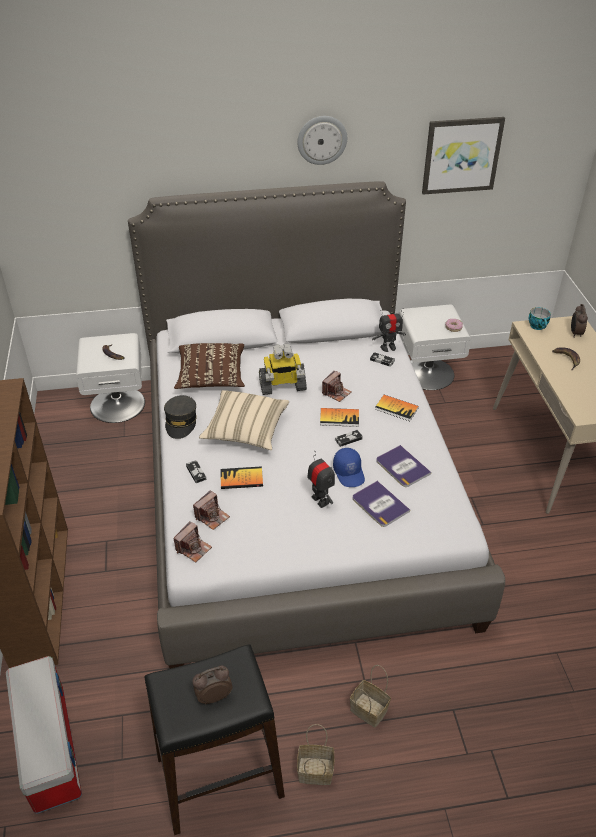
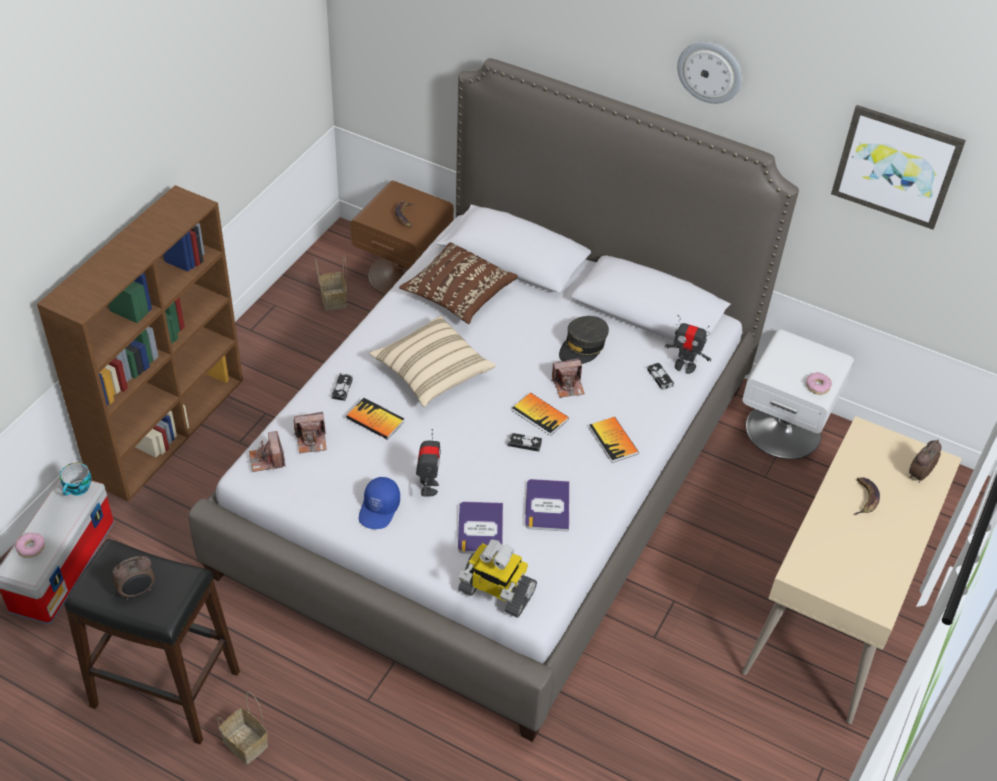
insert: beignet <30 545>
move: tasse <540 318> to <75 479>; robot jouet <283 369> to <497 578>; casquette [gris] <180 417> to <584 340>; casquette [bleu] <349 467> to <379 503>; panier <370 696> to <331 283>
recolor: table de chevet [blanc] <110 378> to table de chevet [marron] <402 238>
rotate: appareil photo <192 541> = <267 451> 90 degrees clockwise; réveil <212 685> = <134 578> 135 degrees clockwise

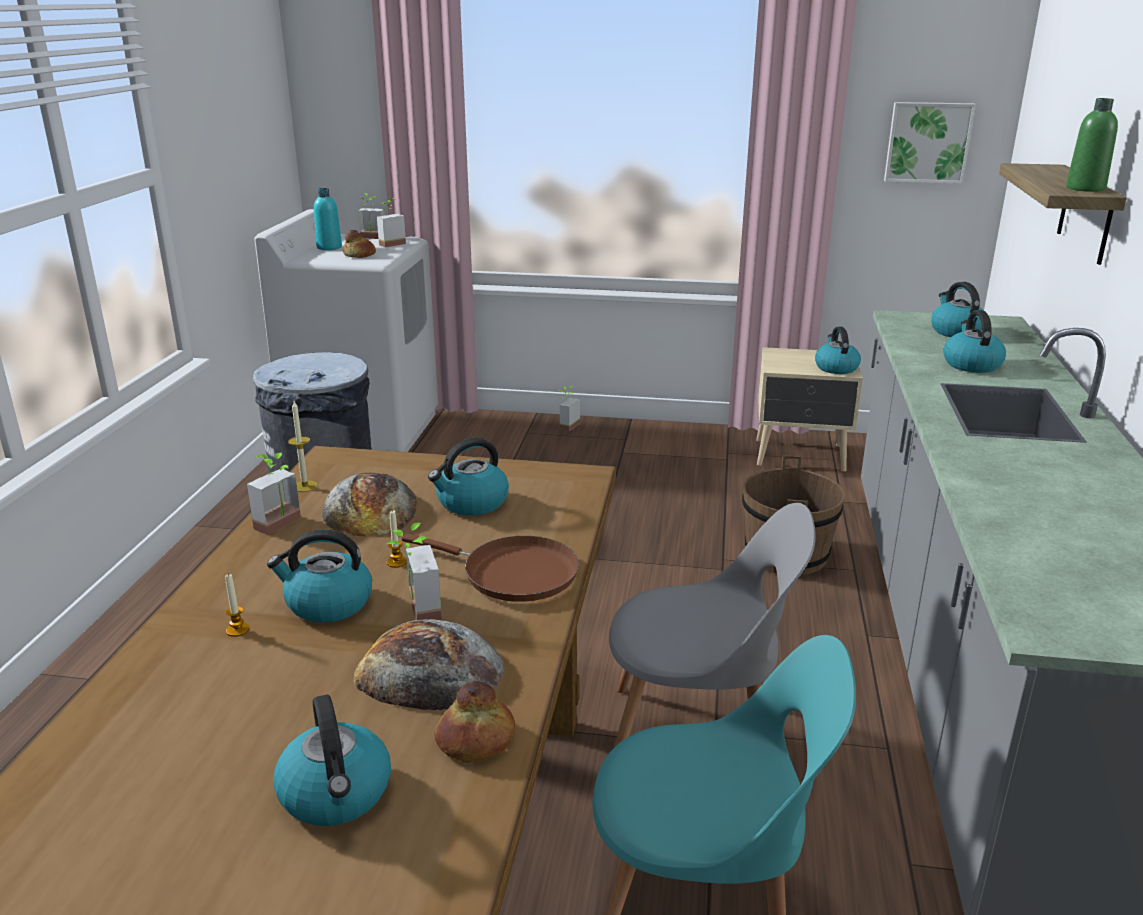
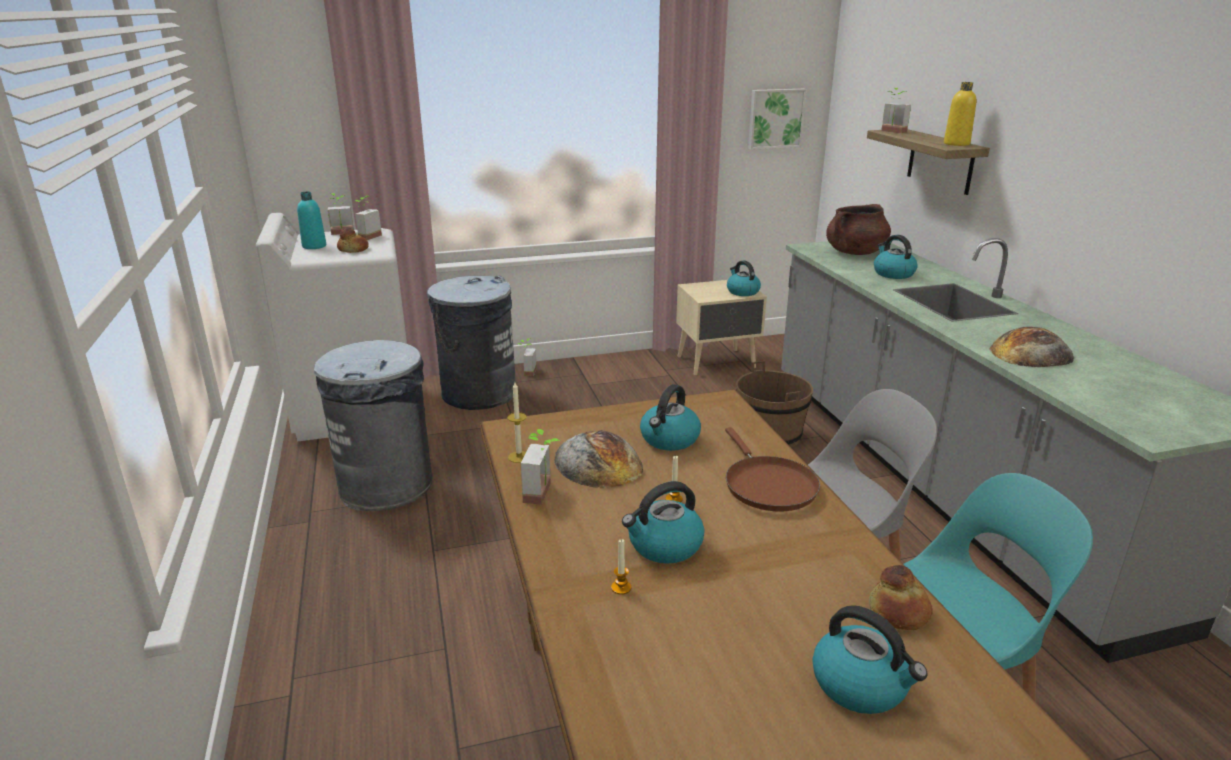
insert: poubelle [gris] <471 343>
move: plante en pot <414 571> to <896 110>; pain <429 664> to <1031 346>
replace: bouilloire <957 309> to marmite [marron] <858 229>
recolor: bouteille [vert] <1092 145> to bouteille [jaune] <960 114>
rotate: poêle [marron] <490 568> = <772 469> 75 degrees clockwise

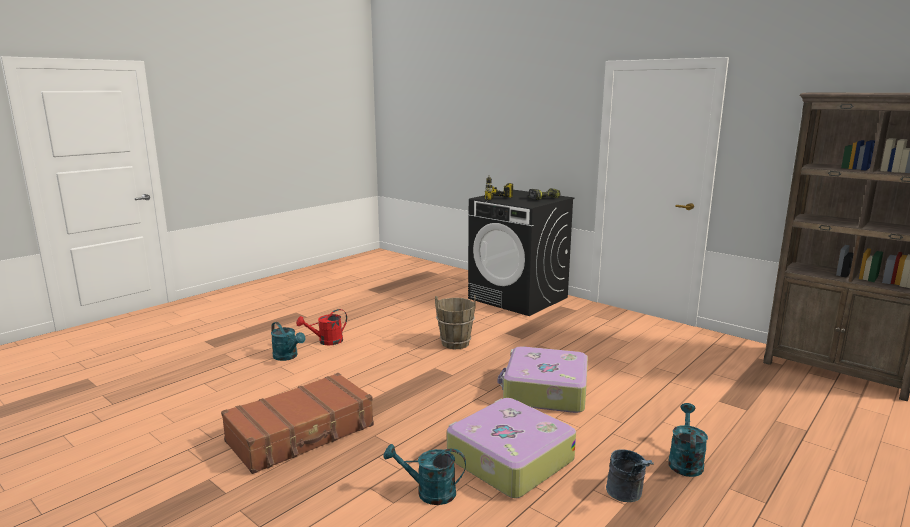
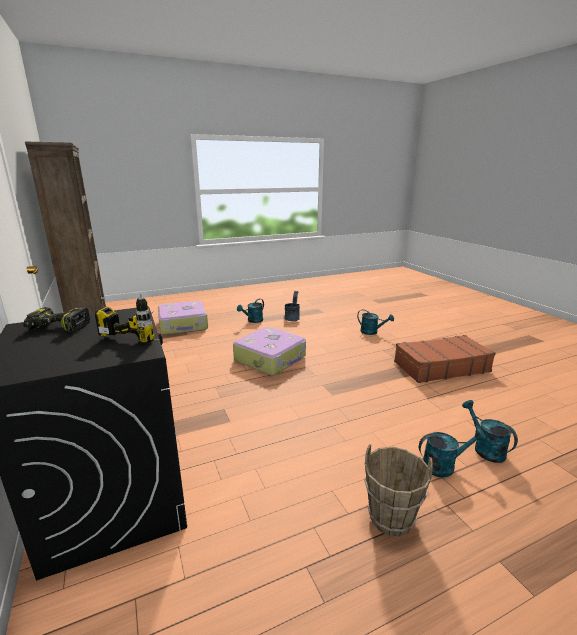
move: seau [marron] <455 322> to <398 490>; valise <511 448> to <183 318>
recolor: arrosoir [rouge] <321 327> to arrosoir [turquoise] <452 452>

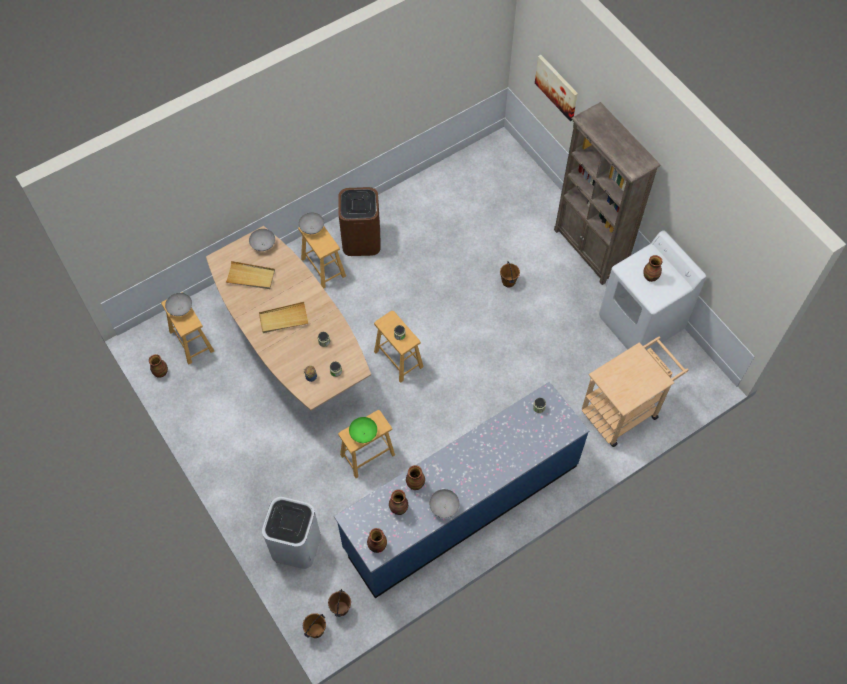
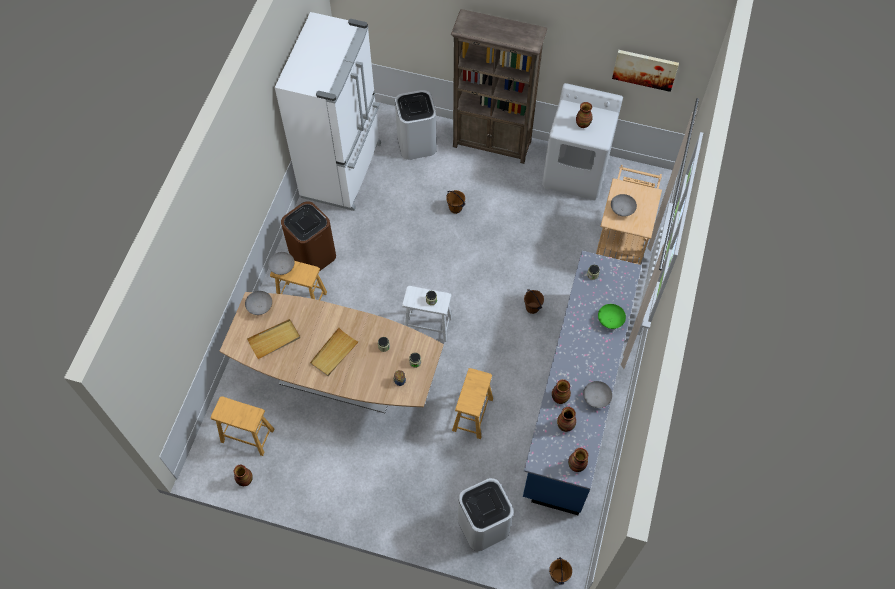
insert: réfrigérateur [blanc] <328 111>; poubelle [blanc] <416 125>
move: tableau <556 88> to <645 71>; bol [gris] <178 304> to <624 205>; bol [vert] <363 430> to <612 316>; seau [marron] <339 603> to <534 301>
recolor: tabouret [marron] <399 347> to tabouret [blanc] <427 314>

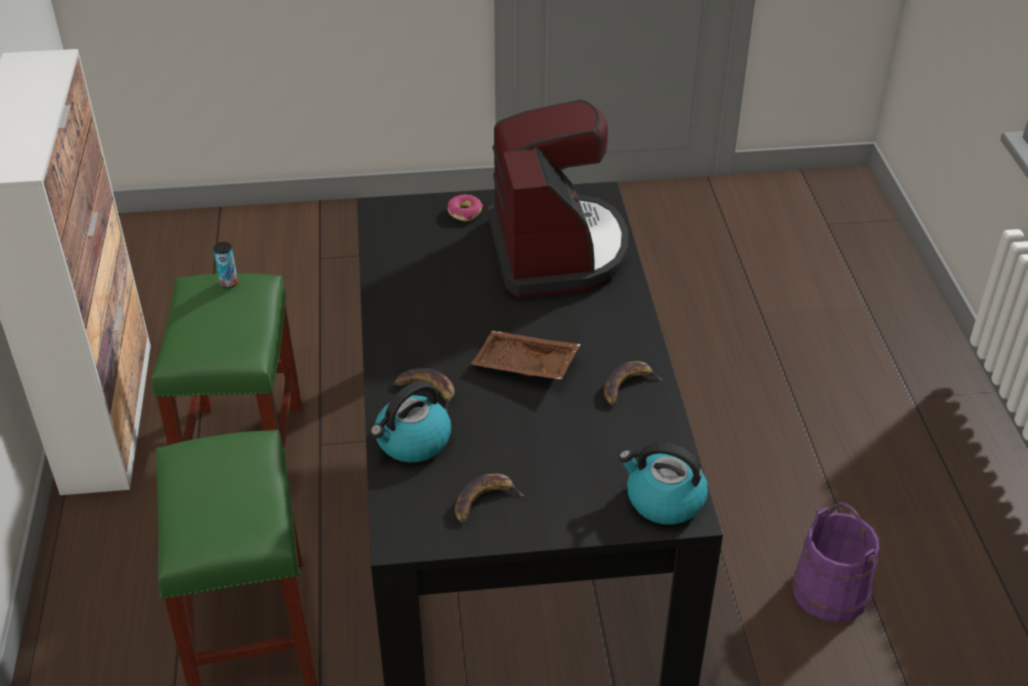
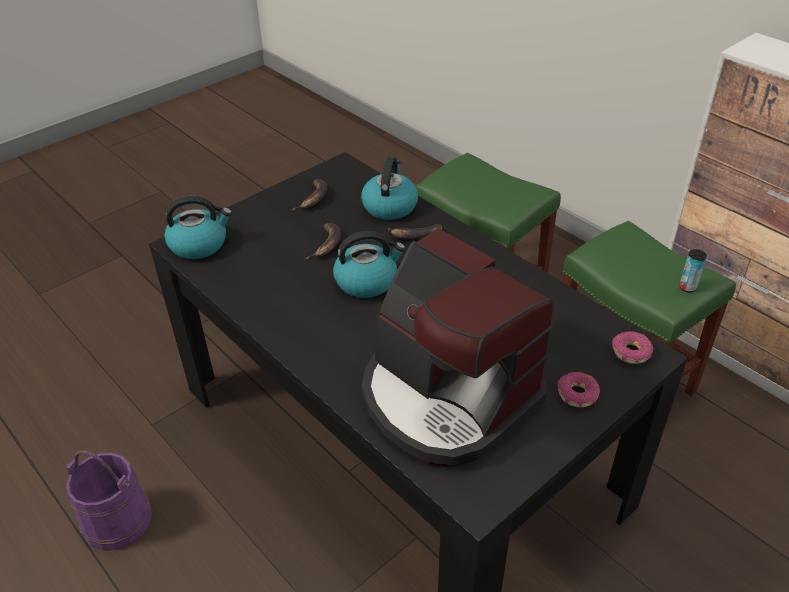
insert: beignet <632 347>
move: banane <634 383> to <323 241>
replace: plateau [marron] <526 355> to bouilloire <369 264>

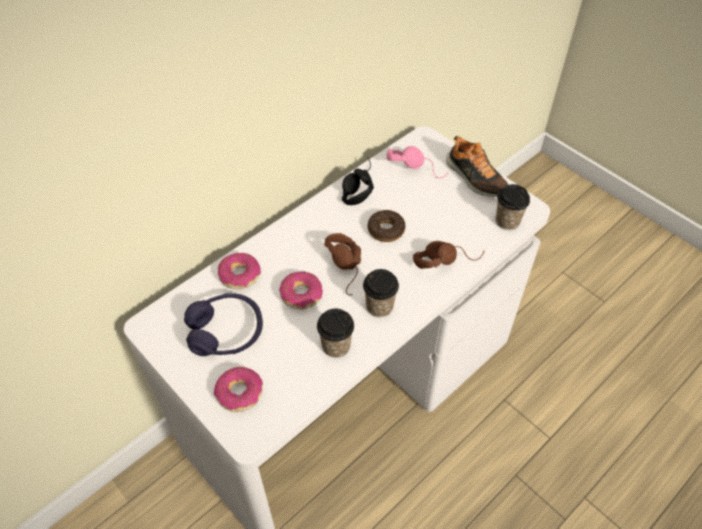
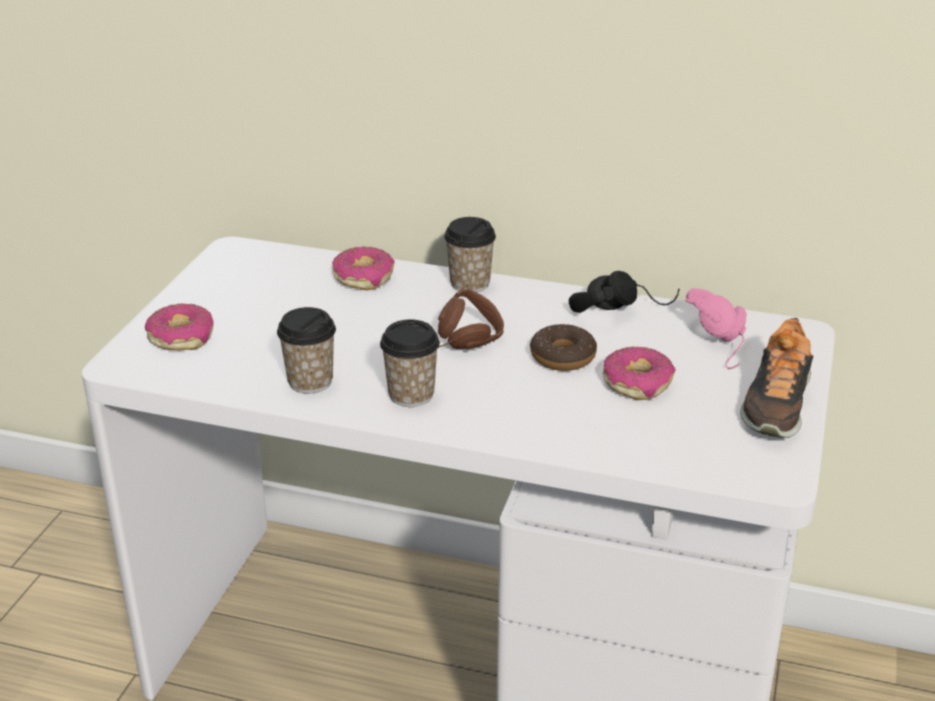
delete: casque audio [marron] <448 255>; casque audio [violet] <223 324>
move: tasse <513 207> to <470 254>; beignet <301 290> to <639 373>

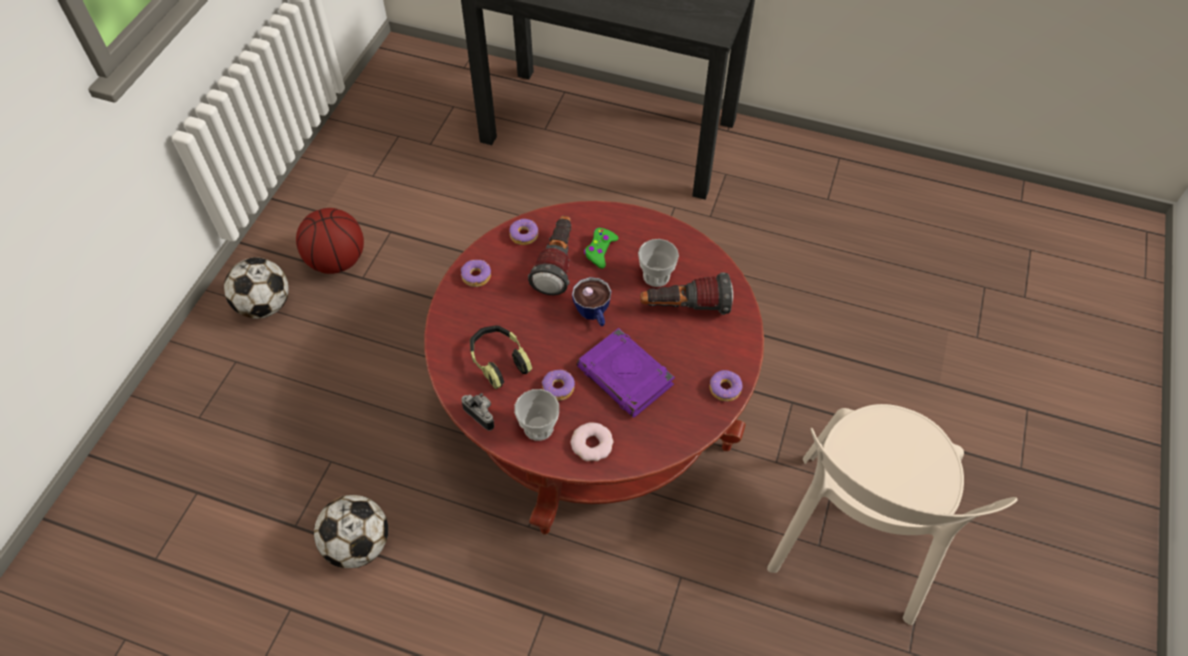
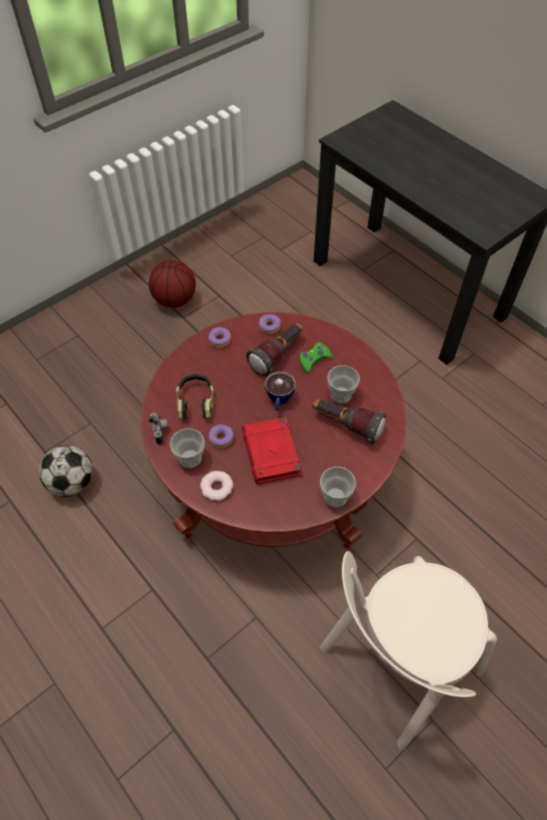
delete: ballon de foot <256 288>
replace: beignet <726 386> to tasse <338 487>
recolor: livre [violet] <625 373> to livre [rouge] <271 450>

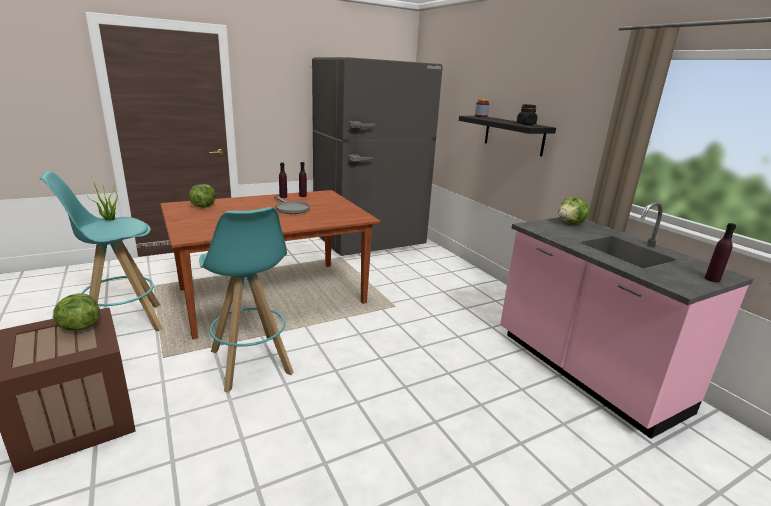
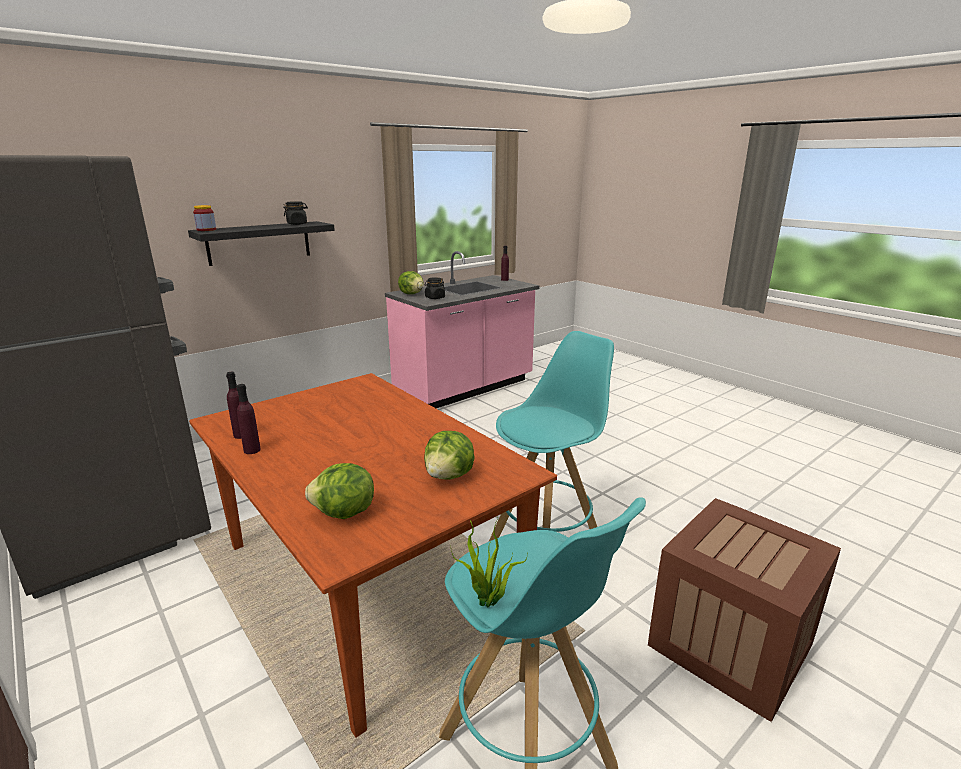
delete: poêle [gris] <292 204>
insert: bocal [noir] <434 288>
move: laitue <76 311> to <449 455>

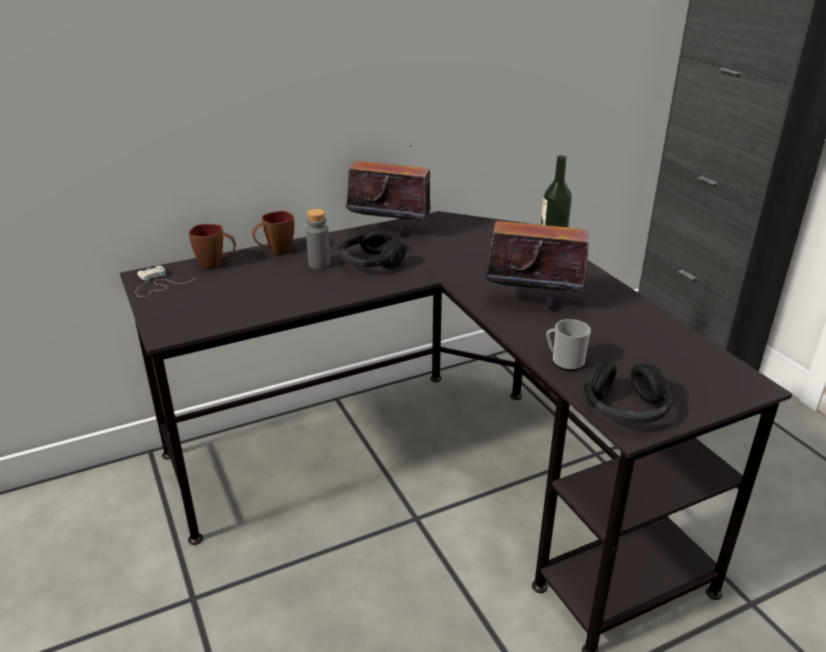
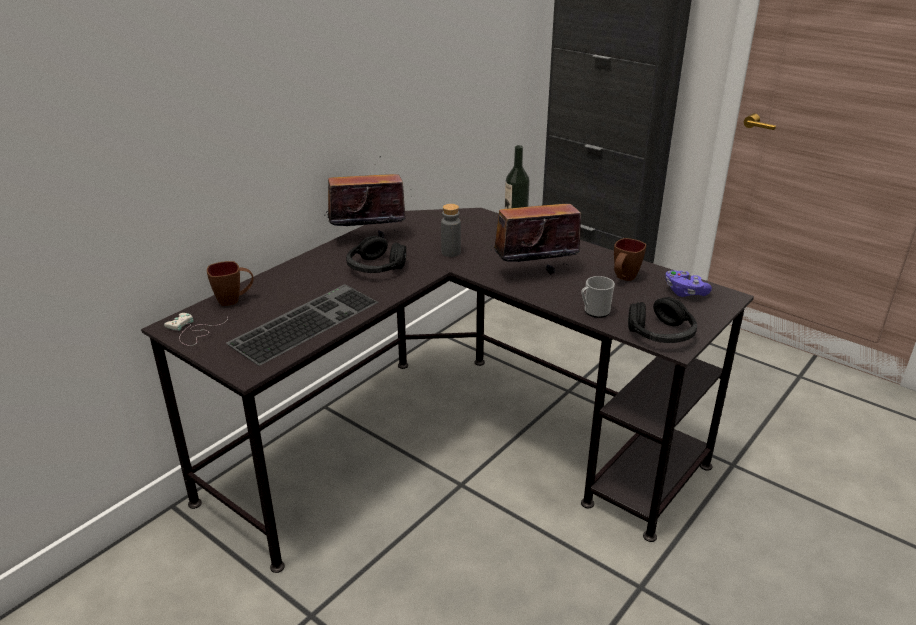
insert: manette [violet] <689 284>; clavier <302 325>
move: bouteille [gris] <318 239> to <451 230>; mug [marron] <273 233> to <630 259>

